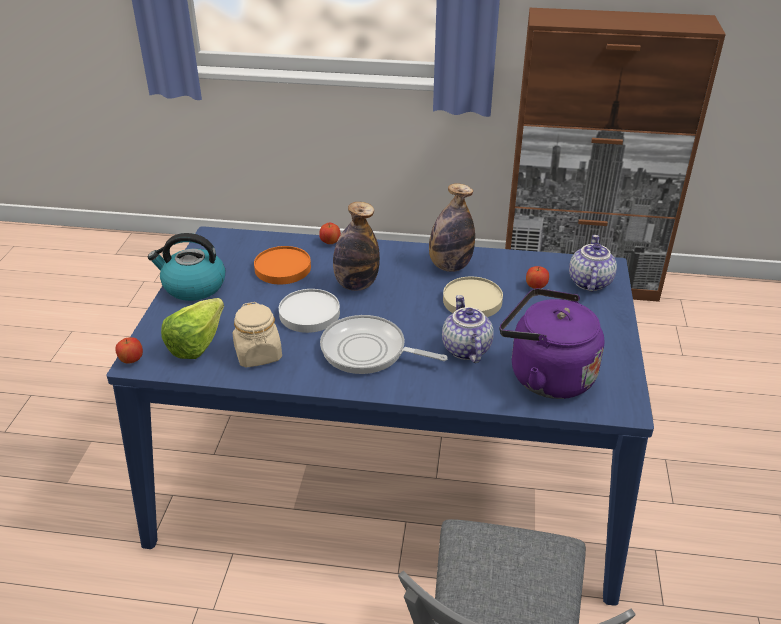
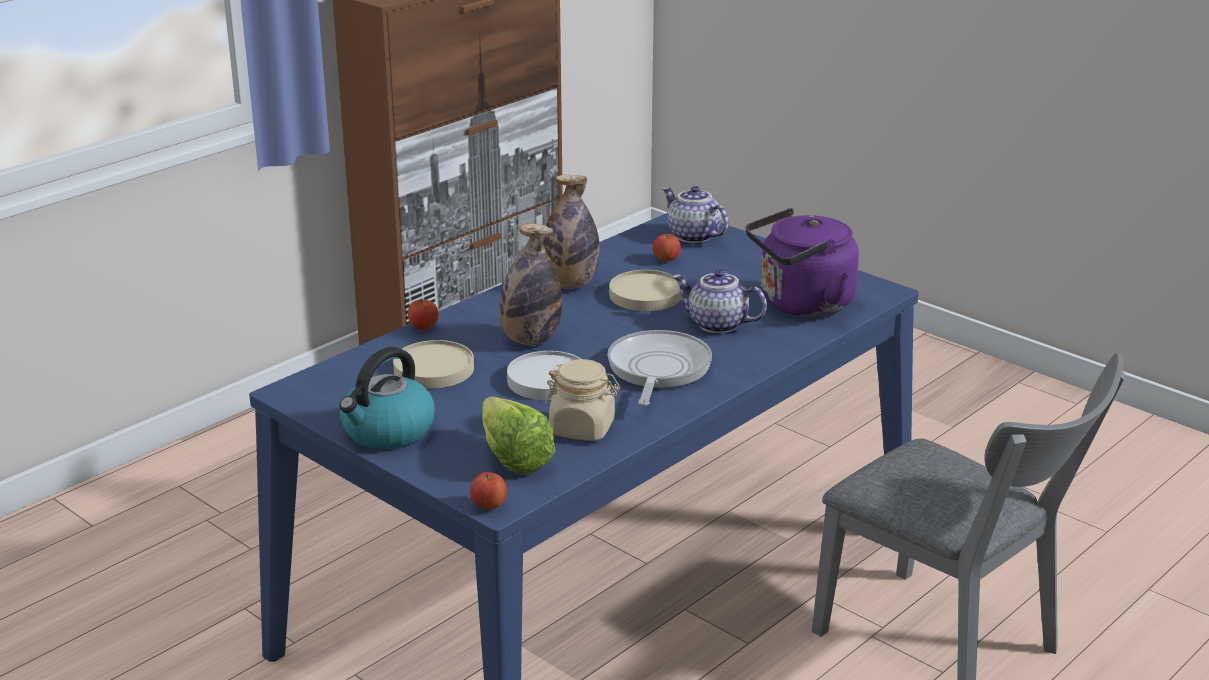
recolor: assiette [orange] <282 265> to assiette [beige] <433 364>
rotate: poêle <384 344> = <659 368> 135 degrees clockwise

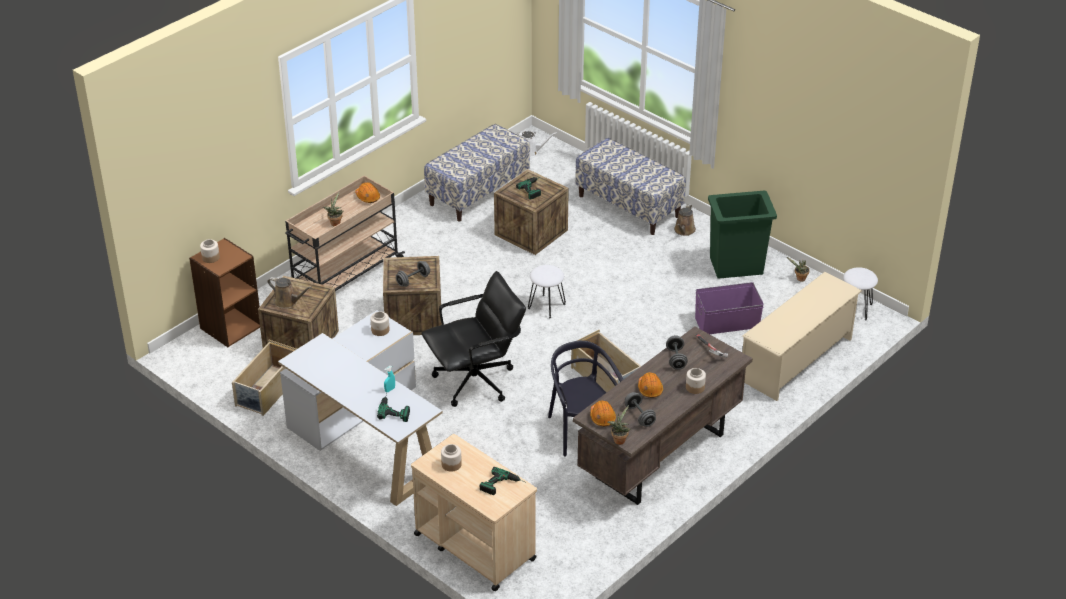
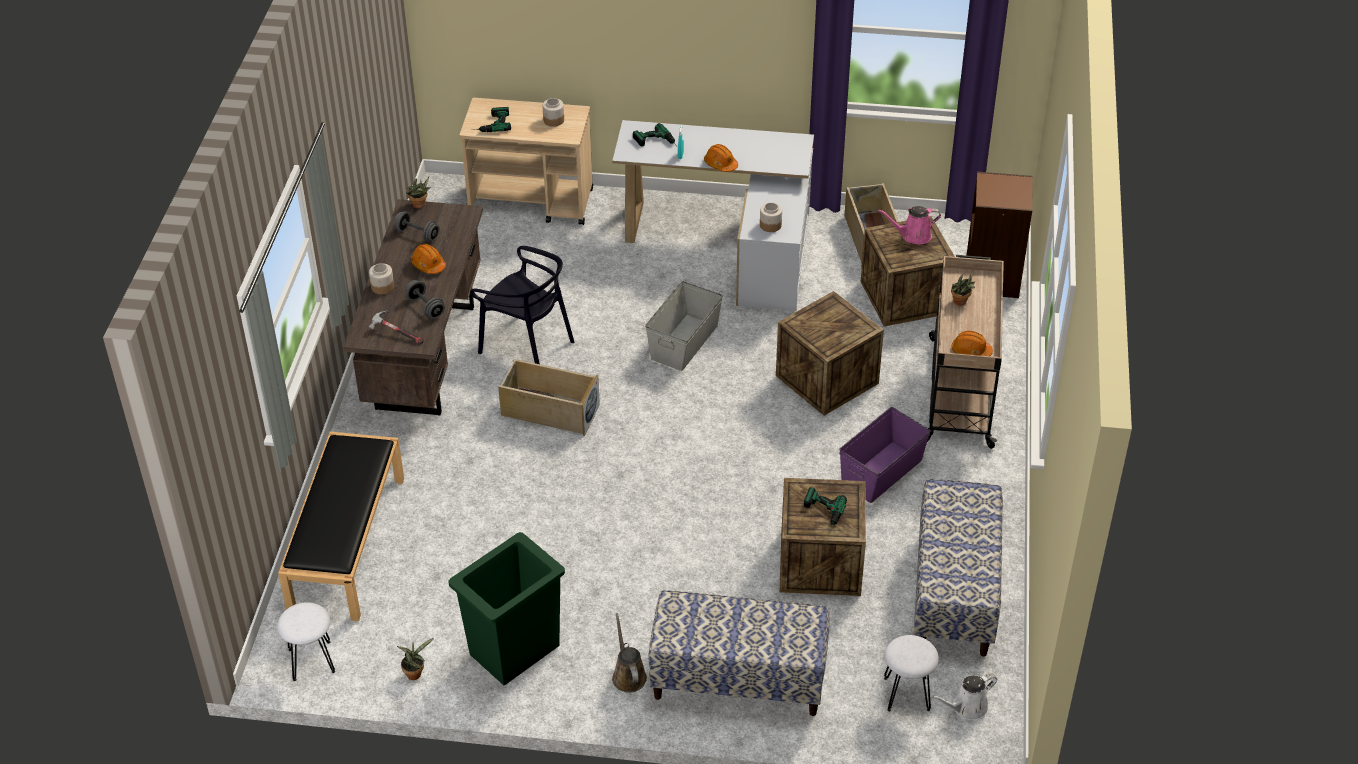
delete: bocal <210 251>; haltère [gris] <413 274>
move: tabouret [blanc] <547 291> to <911 673>; boîte de rangement [violet] <729 308> to <884 455>; casque de chantier [orange] <603 413> to <721 158>
replace: chaise de bureau [noir] <473 339> to boîte de rangement [gris] <684 326>; étagère à chaussures [beige] <802 336> to banc [noir] <341 526>
recolor: arrosoir [marron] <289 293> to arrosoir [rose] <909 225>

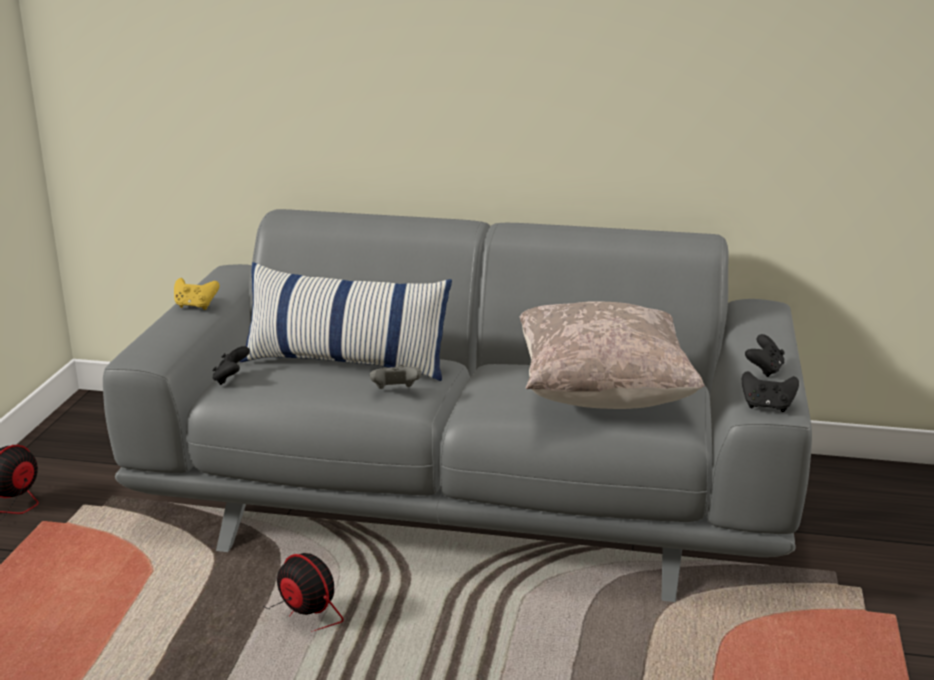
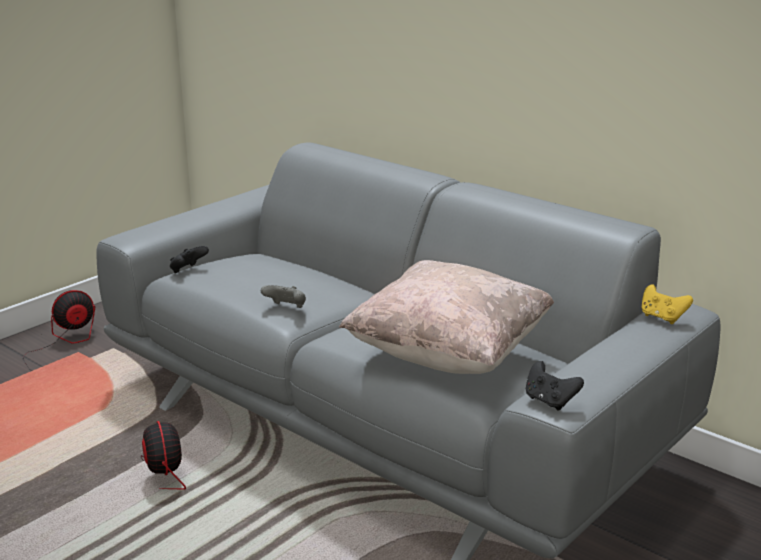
delete: coussin <346 321>; manette [noir] <765 355>
move: manette [jaune] <197 294> to <667 304>

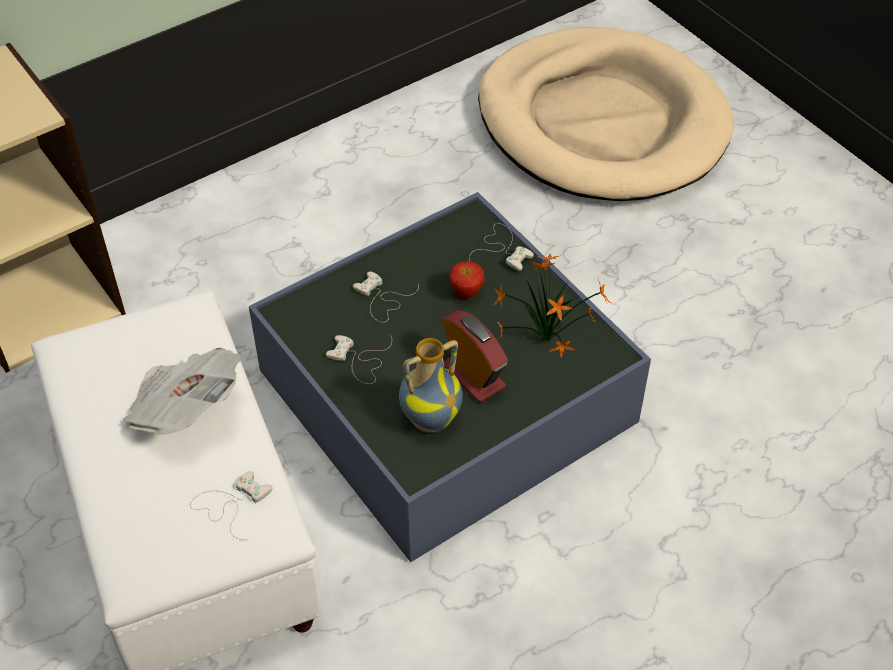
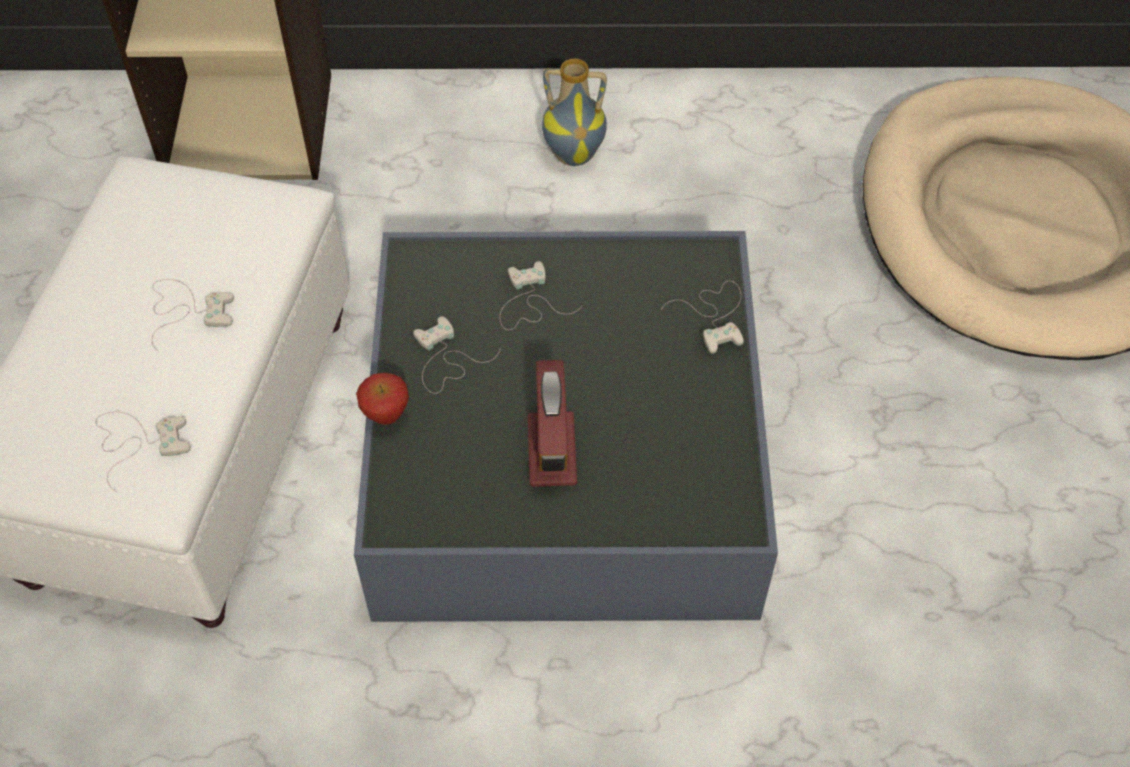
delete: plante en pot <552 306>
move: pomme <467 280> to <382 399>; vase <431 385> to <574 112>
replace: journal <182 391> to manette [blanc] <193 315>

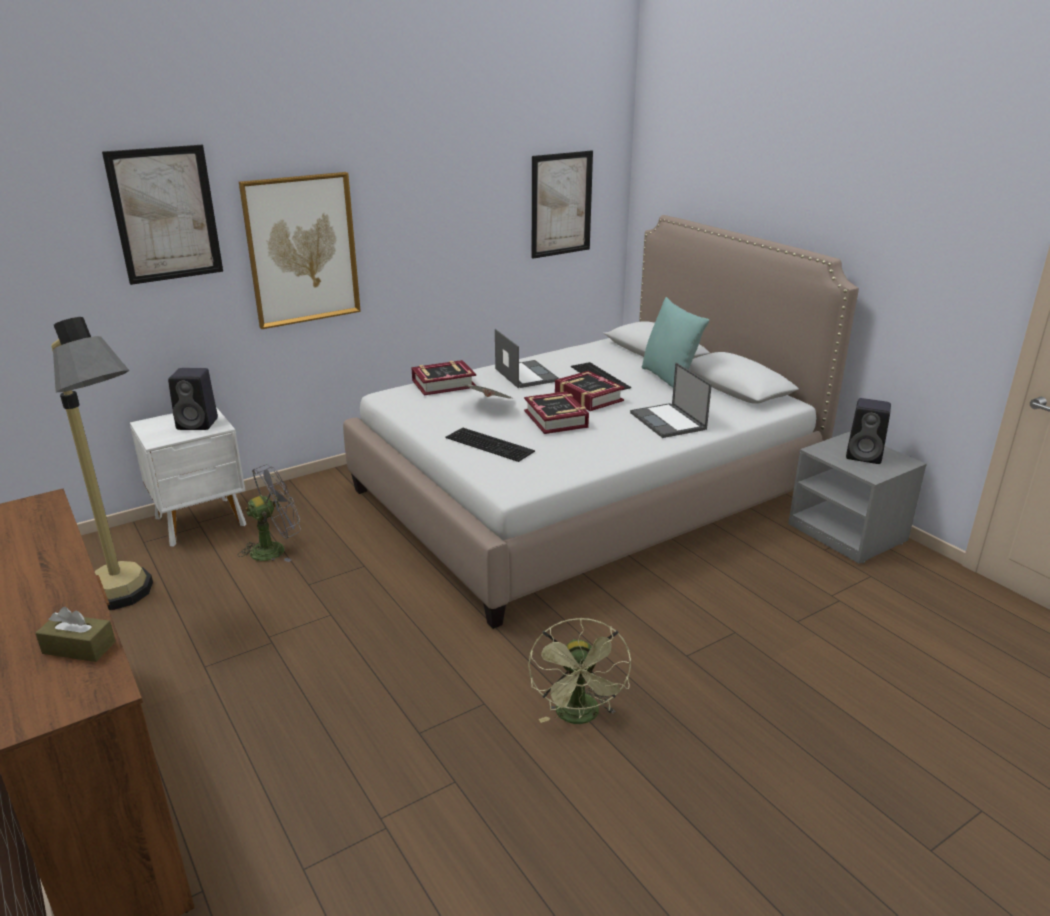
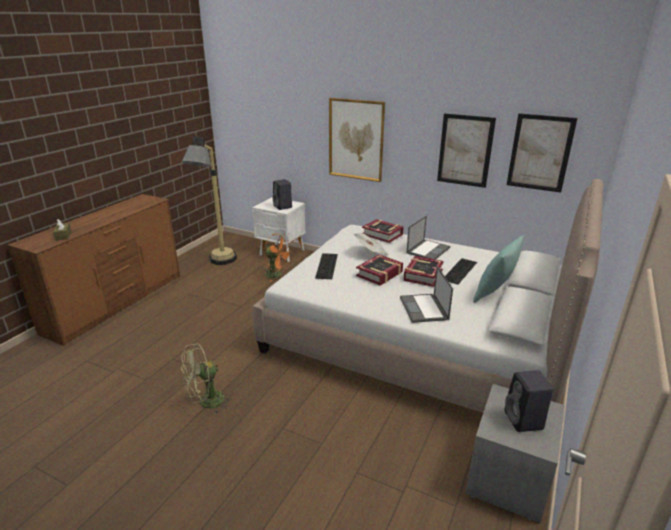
move: tableau <162 215> to <466 150>
recolor: ventilateur [gris] <269 513> to ventilateur [orange] <278 257>
rotate: ordinateur portable <671 400> = <426 294> 45 degrees counterclockwise

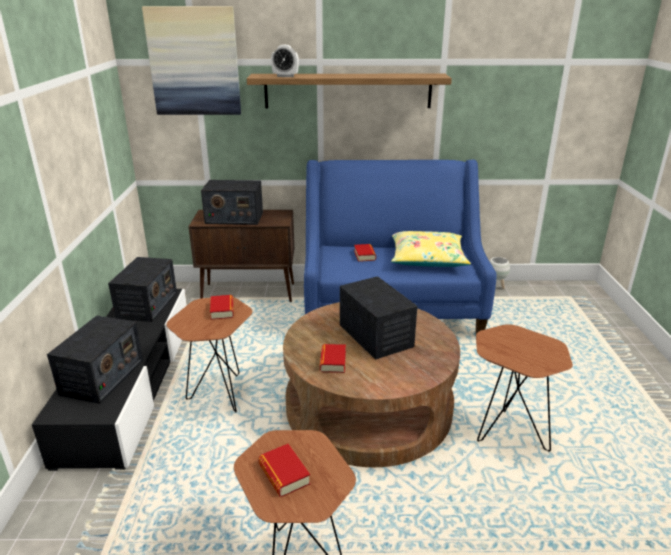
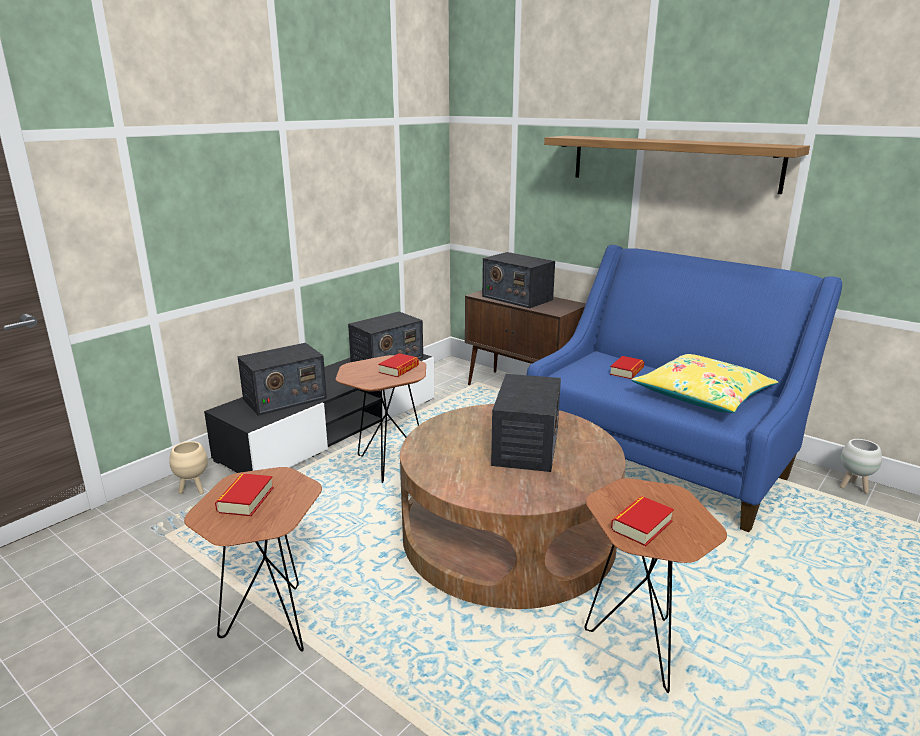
delete: tableau <191 60>; réveil <285 61>
insert: cache-pot [beige] <188 467>
move: livre <333 358> to <642 521>

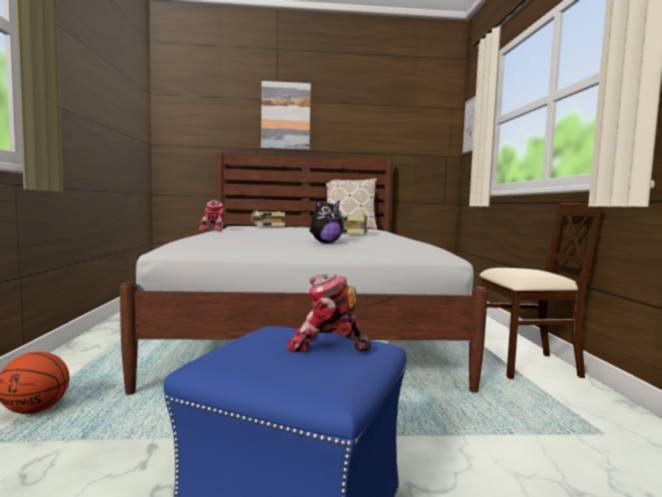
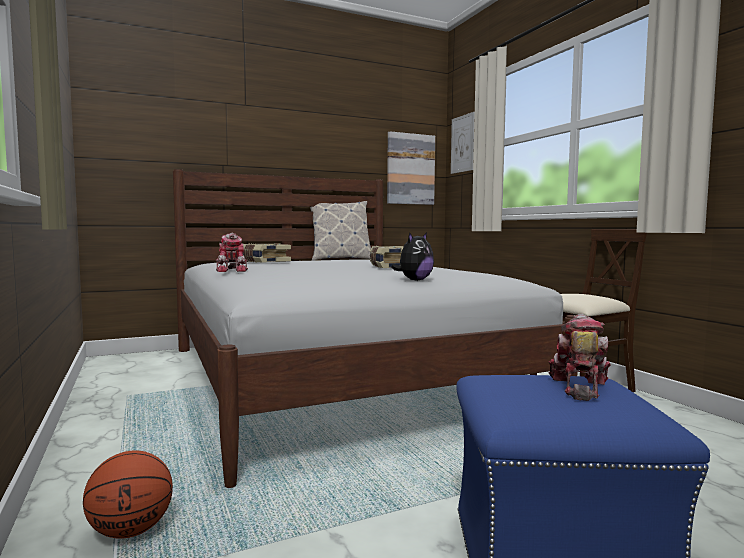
move: tableau <286 115> to <411 168>
rotate: robot jouet <329 313> = <579 357> 120 degrees clockwise

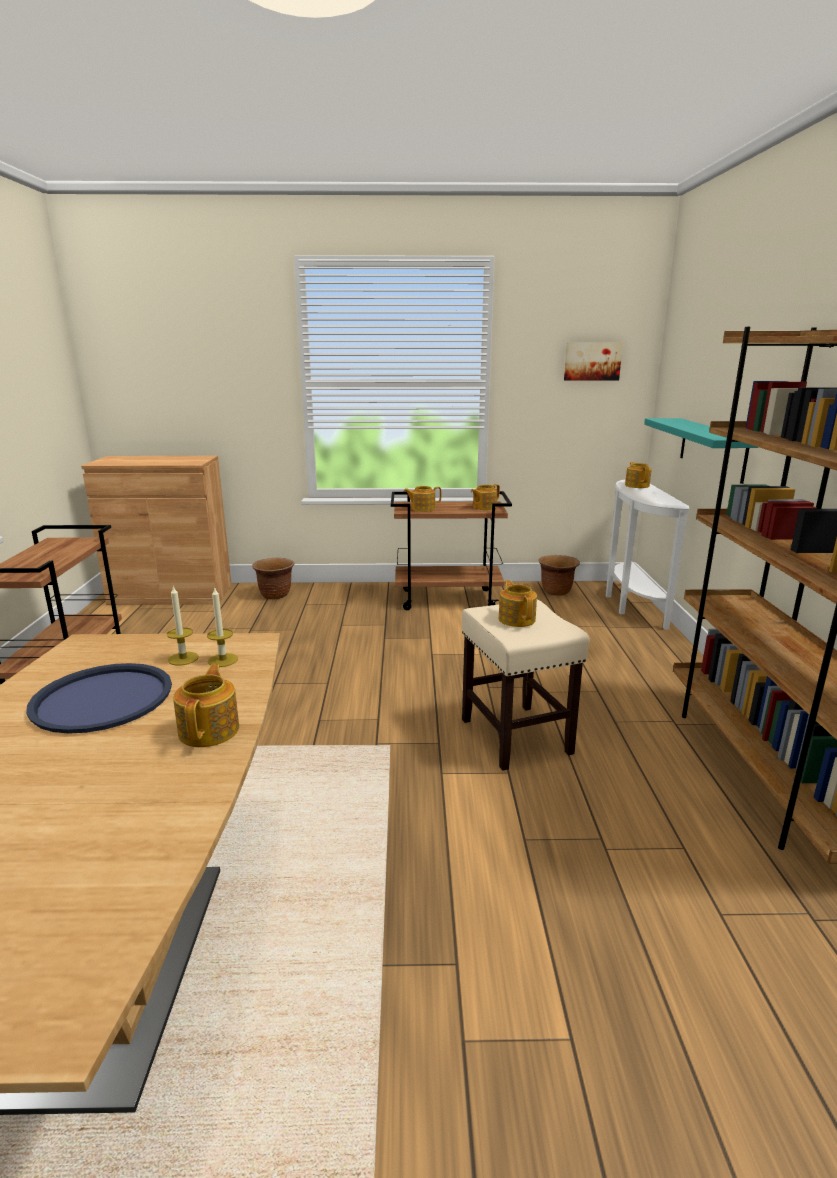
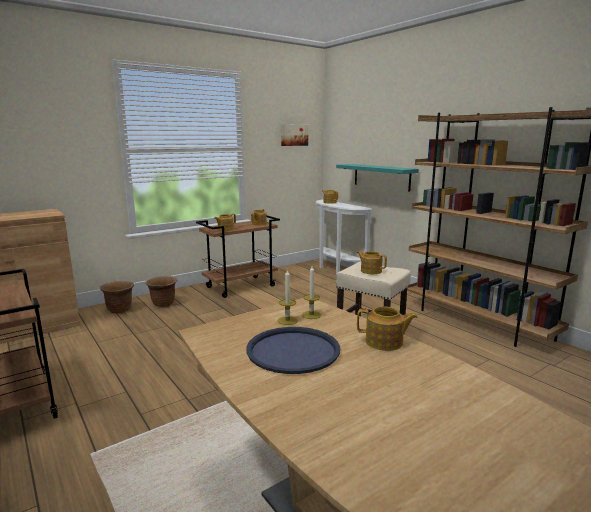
move: cache-pot [marron] <559 575> to <161 291>
rotate: théière <206 705> = <387 328> 135 degrees clockwise

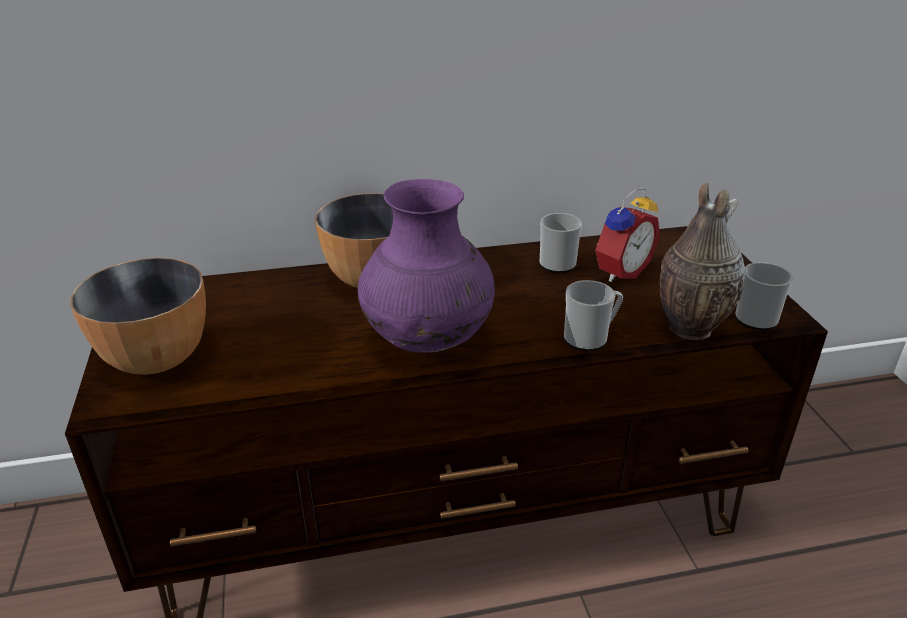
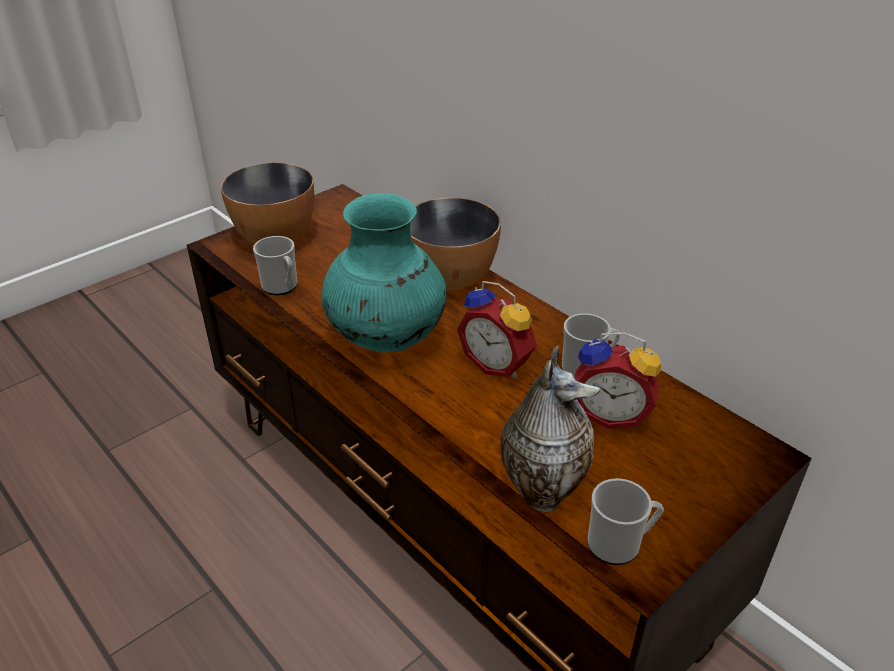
insert: réveil <497 329>
move: mug <593 315> to <275 265>
recolor: vase [violet] <426 266> to vase [turquoise] <384 272>

